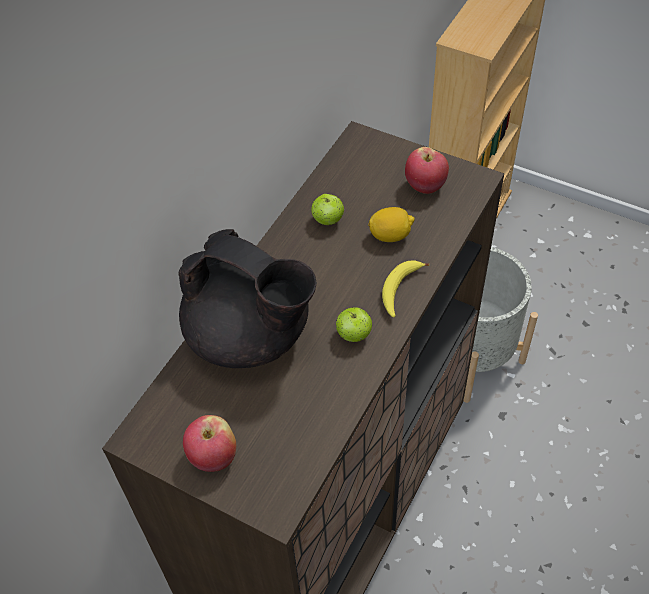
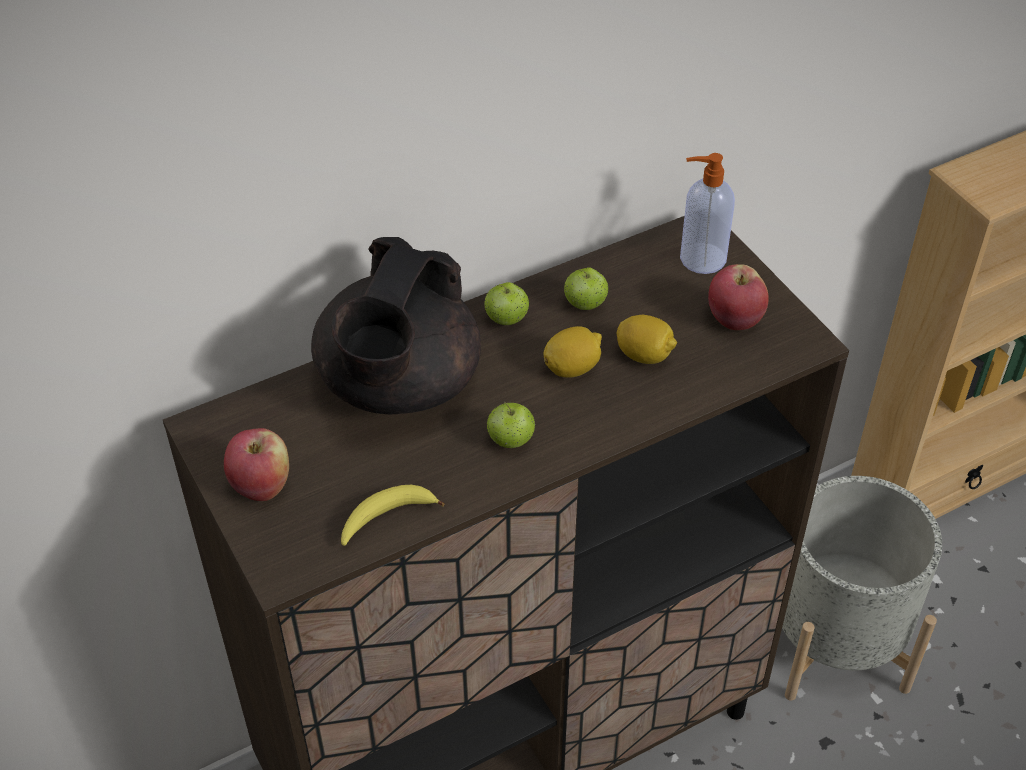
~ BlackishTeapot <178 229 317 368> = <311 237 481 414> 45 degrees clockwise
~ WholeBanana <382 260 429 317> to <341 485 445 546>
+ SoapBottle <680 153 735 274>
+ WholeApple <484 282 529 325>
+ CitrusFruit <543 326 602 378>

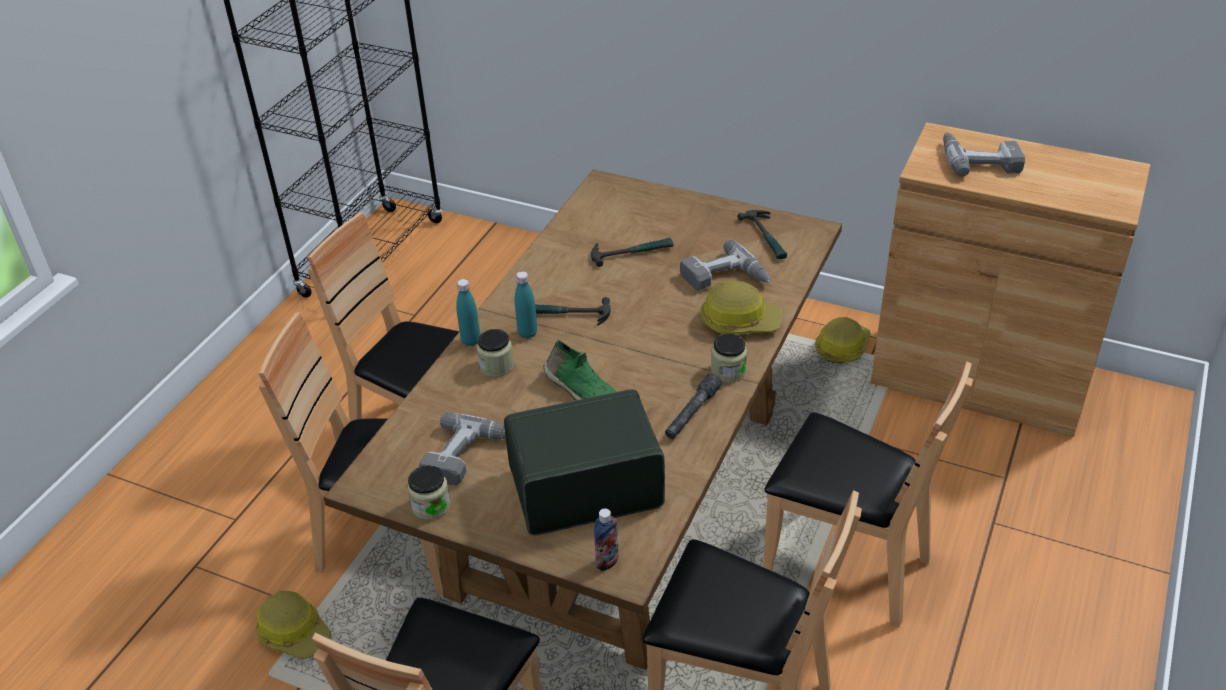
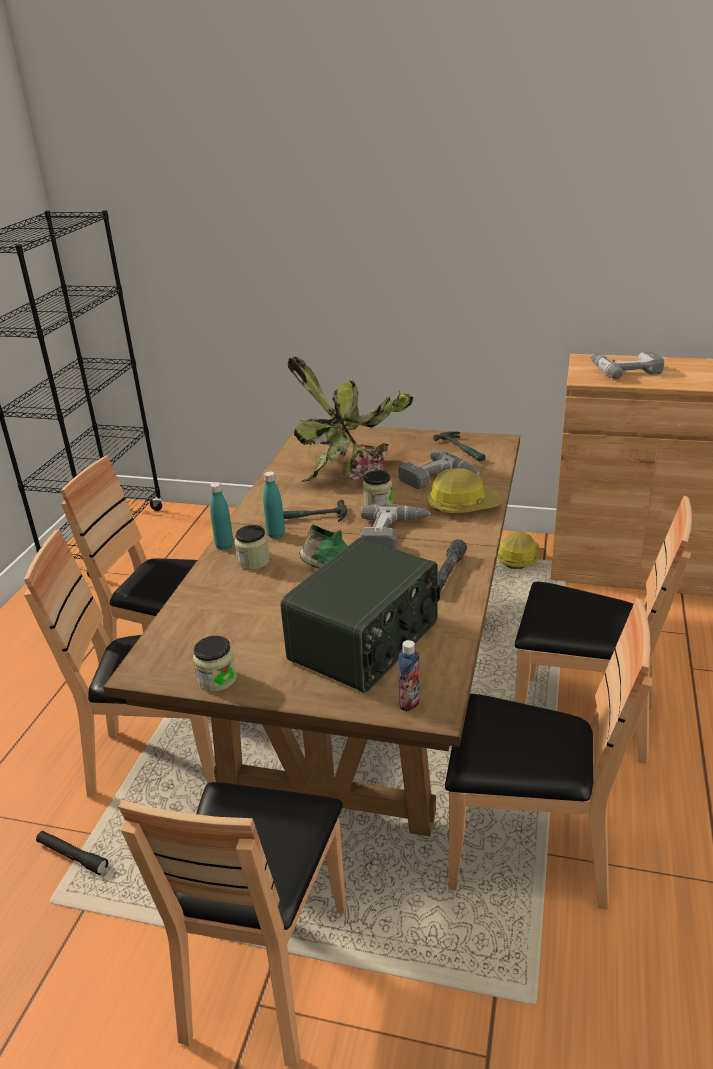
~ Hammer <591 238 674 267> to PottedPlant <288 357 413 482>
~ Jar <711 333 747 383> to <363 470 393 505>
~ RadioReceiver <504 389 665 536> = <281 538 440 693> 150 degrees clockwise
~ ElectricDrill <419 412 506 486> to <359 504 431 549>
~ WorkHelmet <255 591 331 659> to BlackishTorch <36 831 108 875>

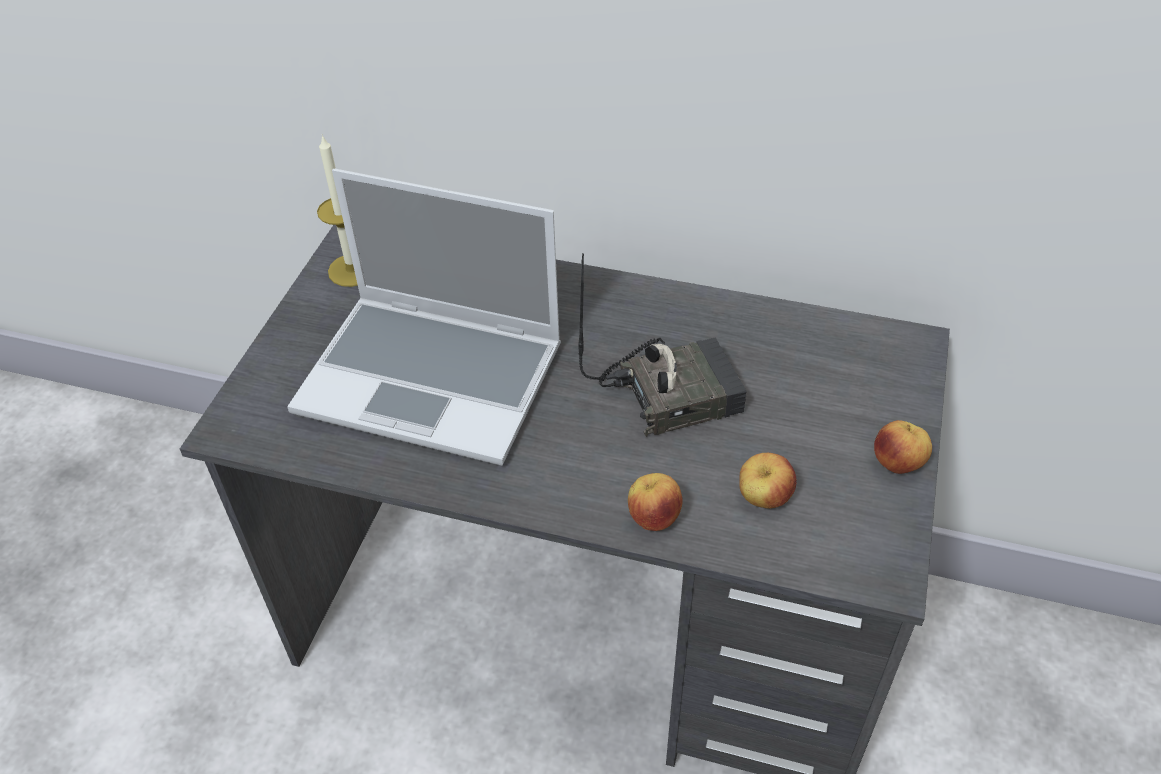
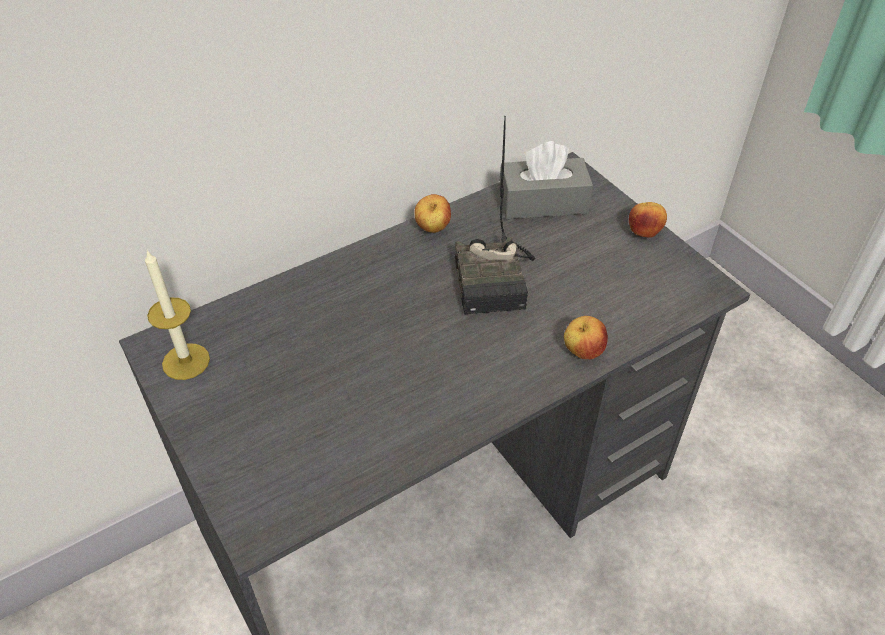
- PortableComputer <287 169 561 466>
~ RadioReceiver <578 253 747 437> = <455 116 535 315> 150 degrees clockwise
~ WholeApple <739 453 796 509> to <414 194 451 233>
+ GreyTissueHolder <499 141 593 219>

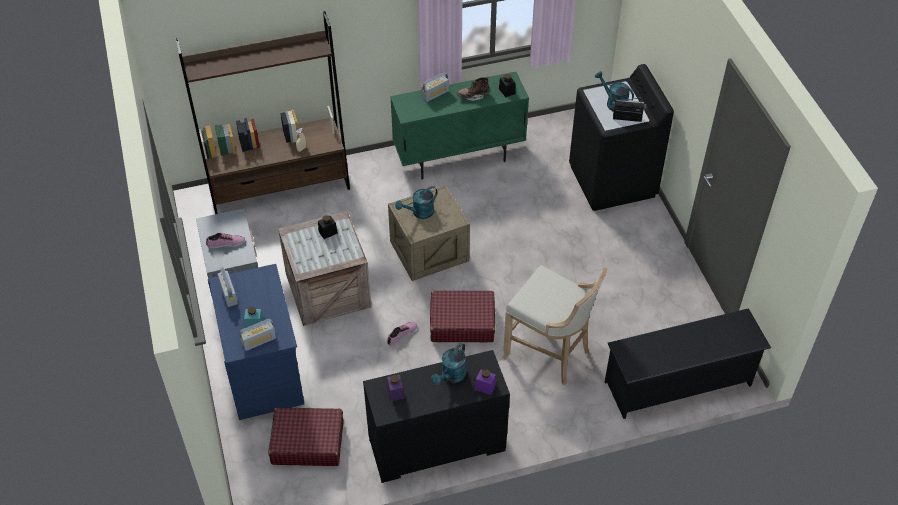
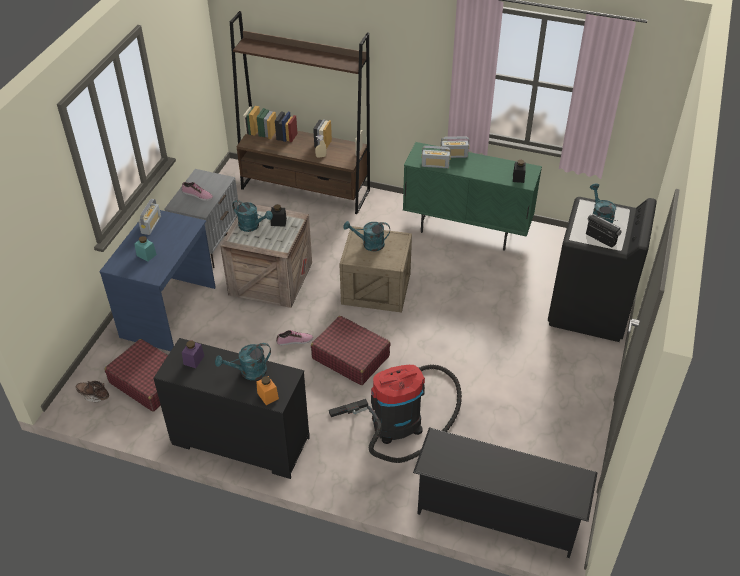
~ BrownishHighTopBoot <457 76 489 101> to <76 381 109 403>
~ BeigeColouredSittingStool <502 265 608 385> to VacuumCleaner <329 364 462 463>
~ RadioReceiver <239 319 276 351> to <421 146 451 168>
~ PurplishJar <475 369 496 395> to OrangeColouredJar <256 376 279 405>
+ TurquoiseSprinklingCan <232 200 273 232>

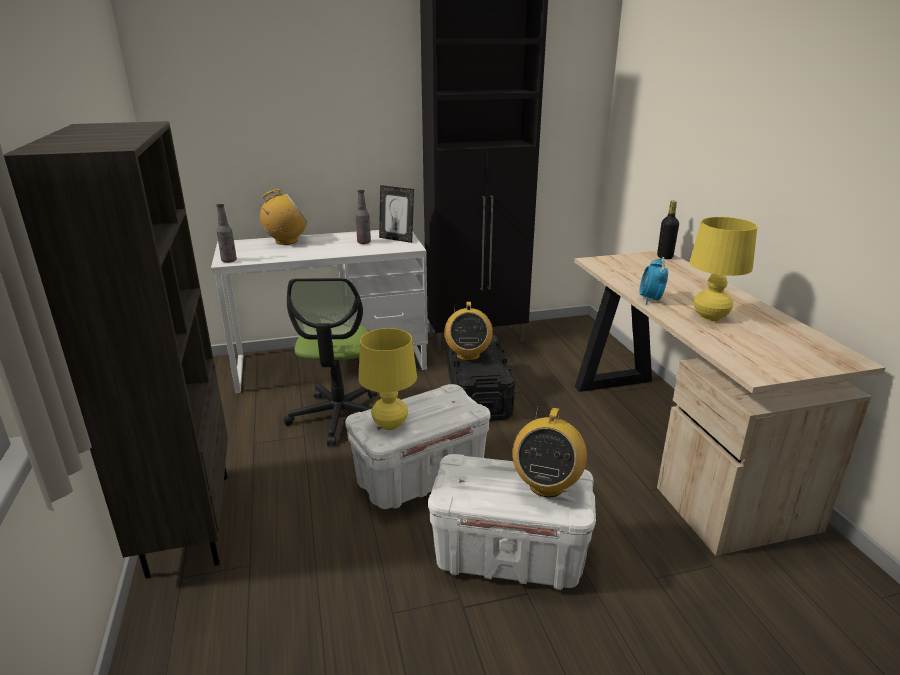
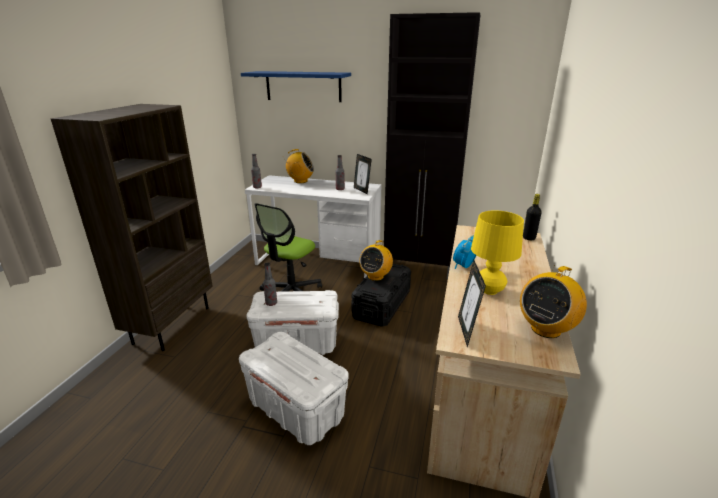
~ YellowTableLamp <359 328 417 430> to DrinkBottle <263 263 277 306>
~ RadioReceiver <512 406 587 497> to <520 265 587 338>
+ BlueBracketShelf <241 71 351 102>
+ PictureFrame <458 260 486 347>

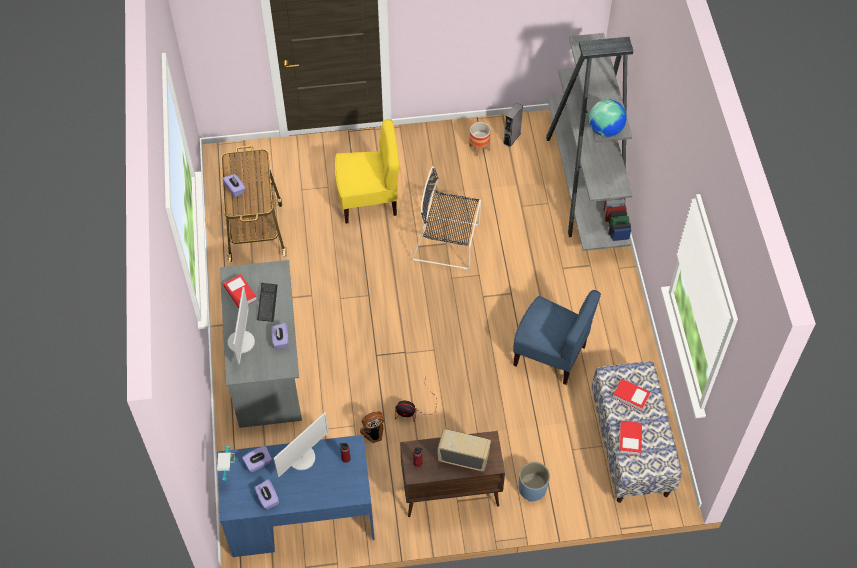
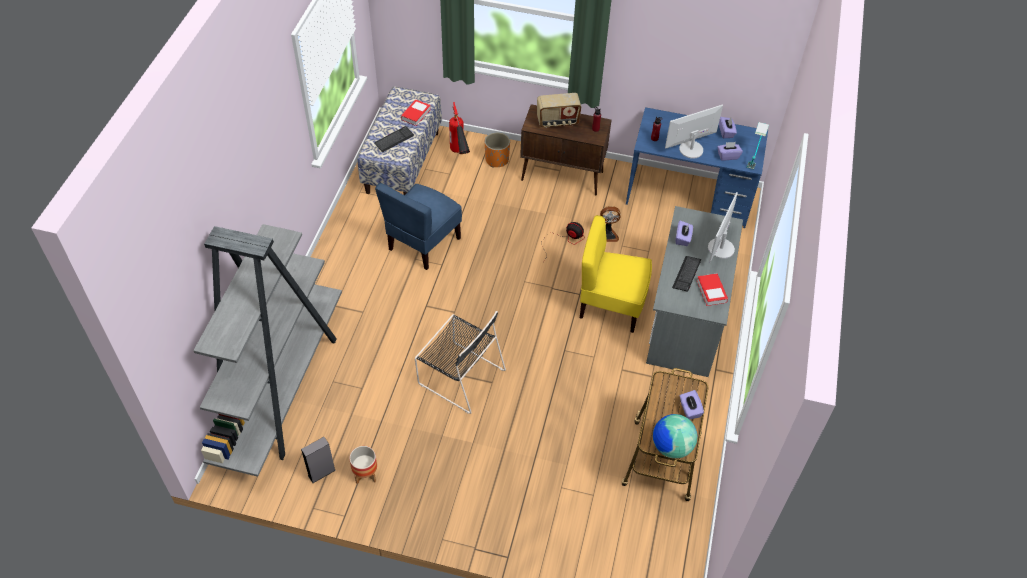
~ Globe <589 99 627 137> to <653 414 697 459>
~ YellowUprightChair <335 119 399 224> to <580 215 652 333>
~ BlueUprightChair <513 290 601 385> = <375 183 462 270> 105 degrees counterclockwise
~ Book <613 379 651 411> to ComputerKeyboard <374 126 414 152>
~ RadioReceiver <437 429 491 471> = <537 93 581 128> 45 degrees counterclockwise
~ BluePlantPot <519 462 550 501> to OrangeColouredPlantPot <485 132 510 168>
+ FireExtinguisher <449 102 470 154>

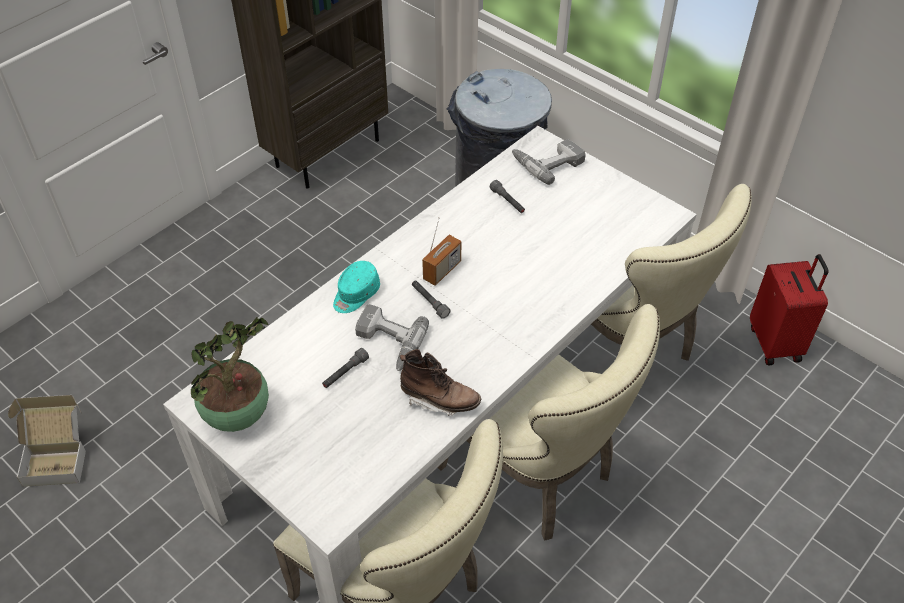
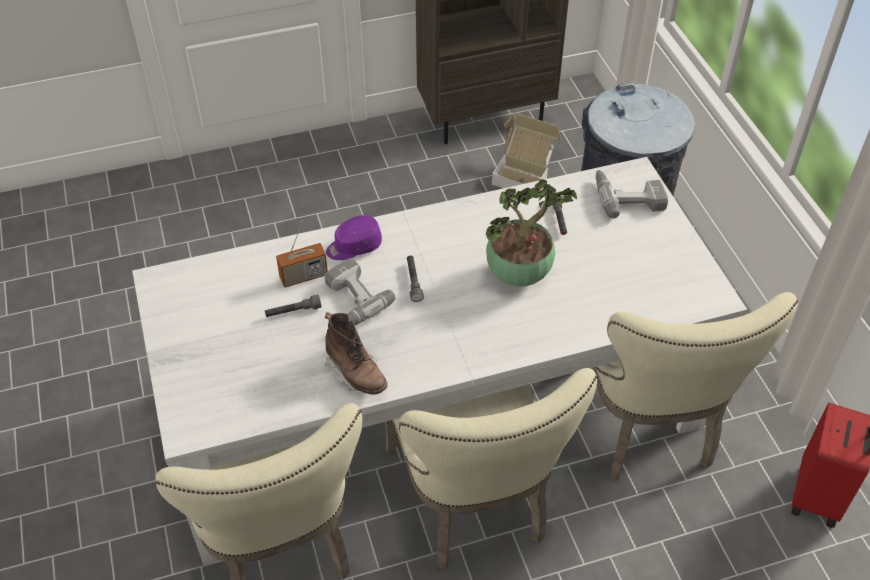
~ RadioReceiver <422 217 461 286> to <276 220 328 288>
~ TurquoiseCap <333 261 380 313> to PurplishCap <326 215 382 260>
~ PottedPlant <191 317 269 432> to <486 179 577 287>
~ CardboardBox <8 395 86 487> to <492 113 560 188>

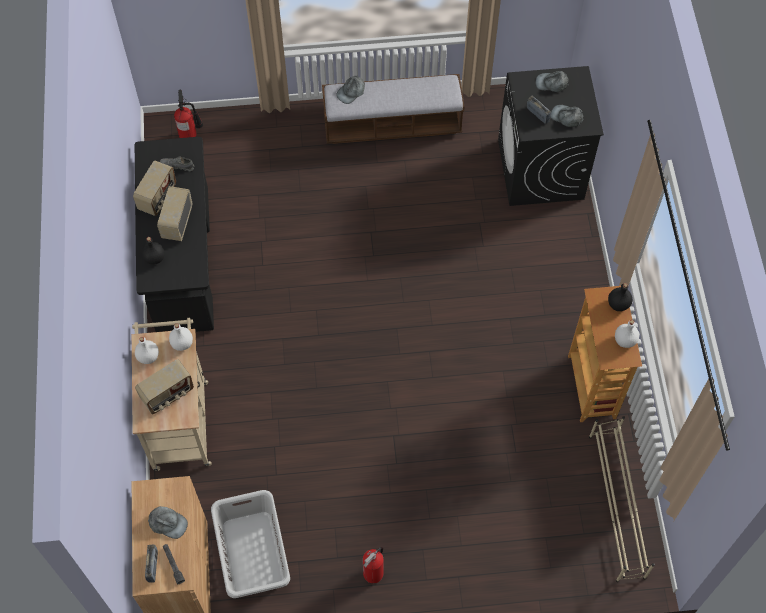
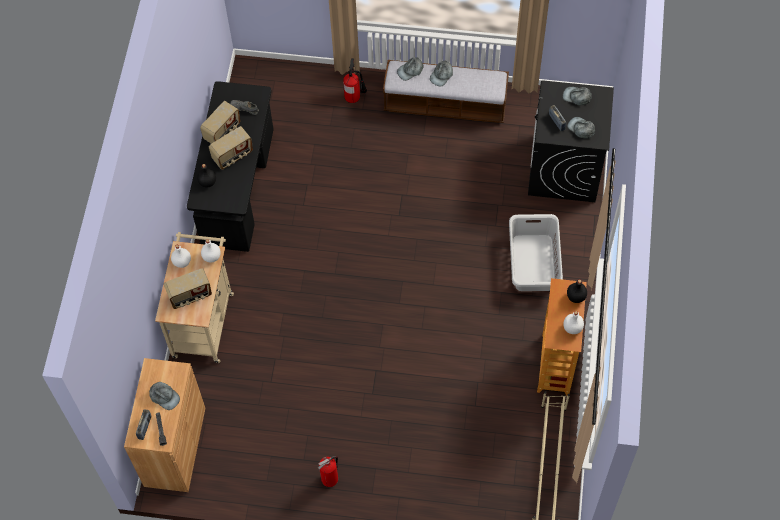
~ FireExtinguisher <174 90 203 138> to <343 58 367 103>
~ RadioReceiver <157 186 192 241> = <209 126 253 170> 150 degrees counterclockwise
~ GreyLaundryBasket <211 490 290 598> to <509 214 563 291>
+ GreyCap <430 60 453 86>

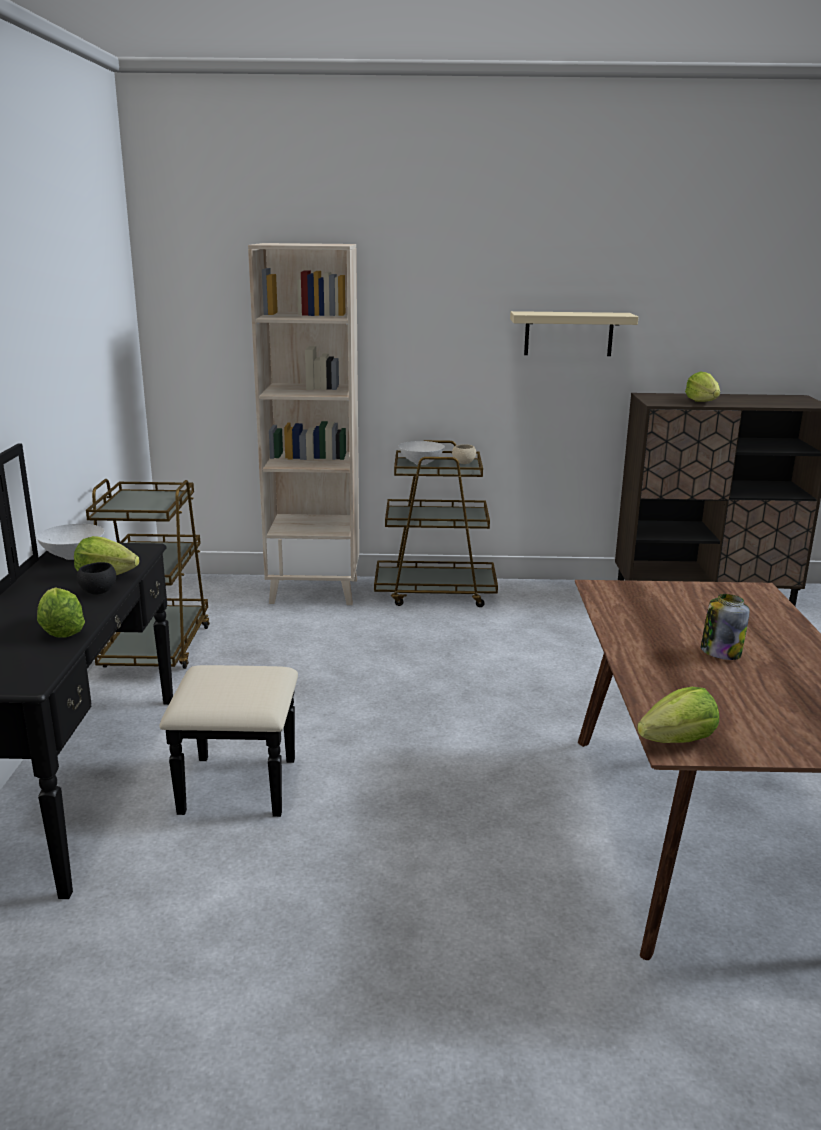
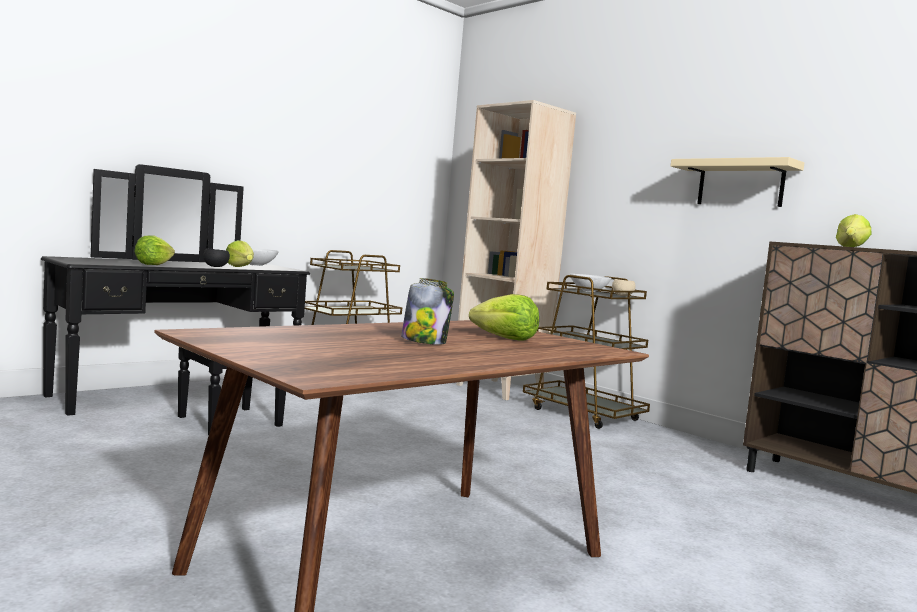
~ HeadOfLettuce <637 687 719 743> to <469 294 539 341>

